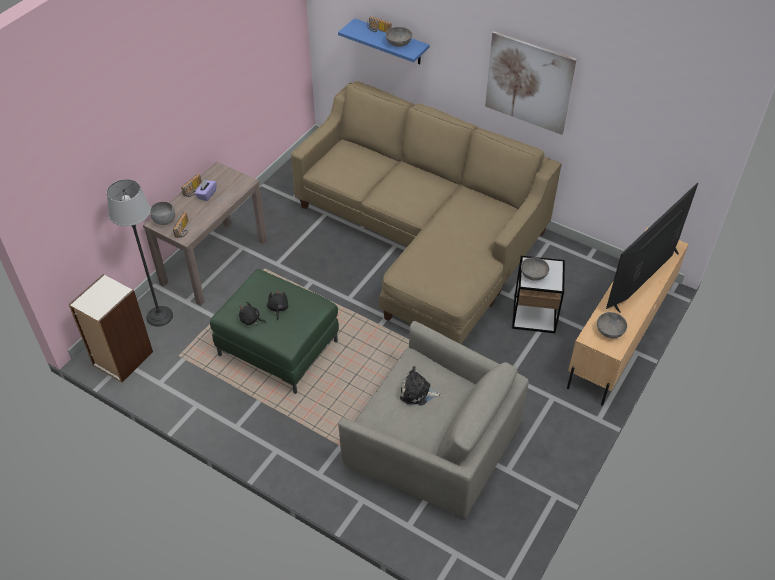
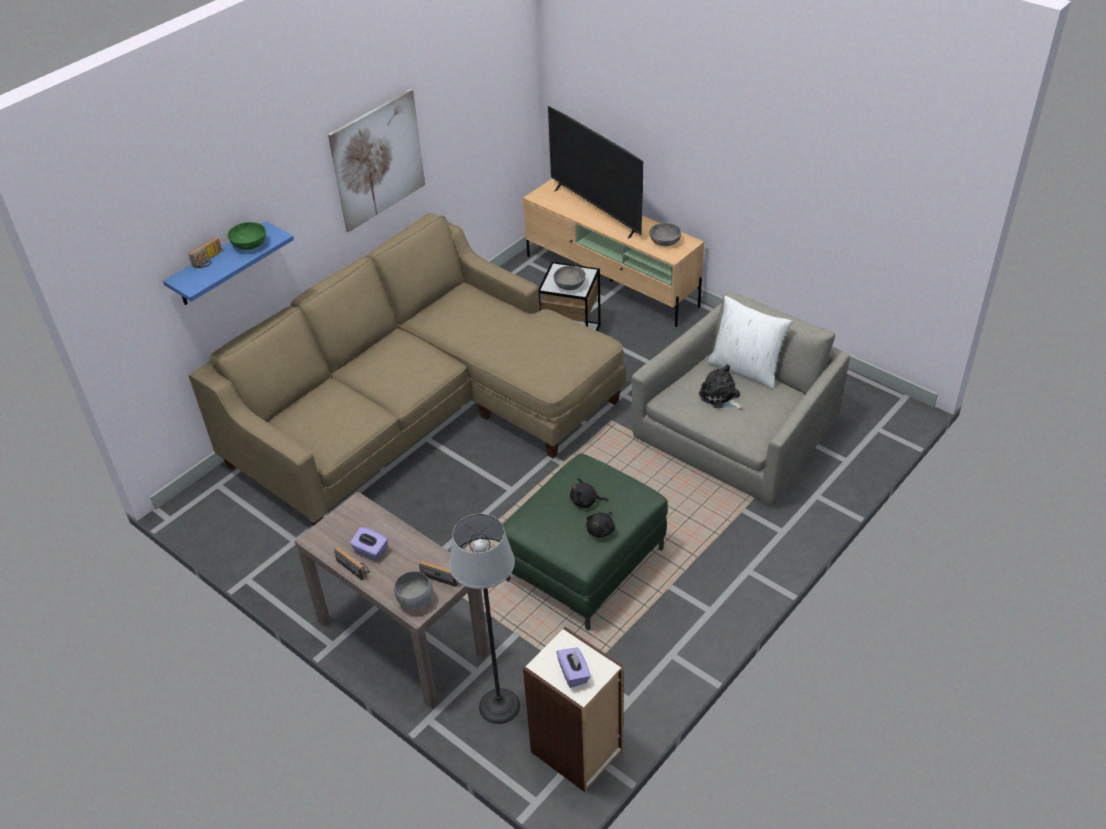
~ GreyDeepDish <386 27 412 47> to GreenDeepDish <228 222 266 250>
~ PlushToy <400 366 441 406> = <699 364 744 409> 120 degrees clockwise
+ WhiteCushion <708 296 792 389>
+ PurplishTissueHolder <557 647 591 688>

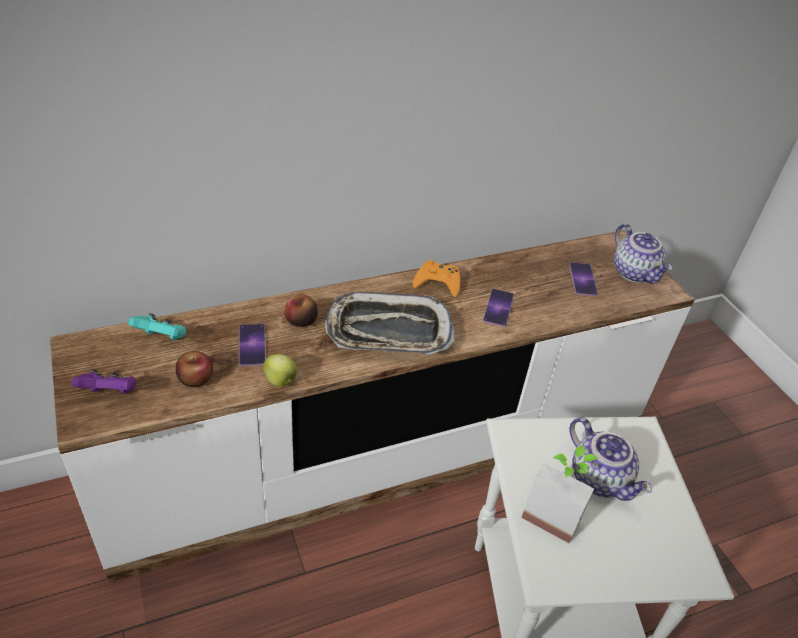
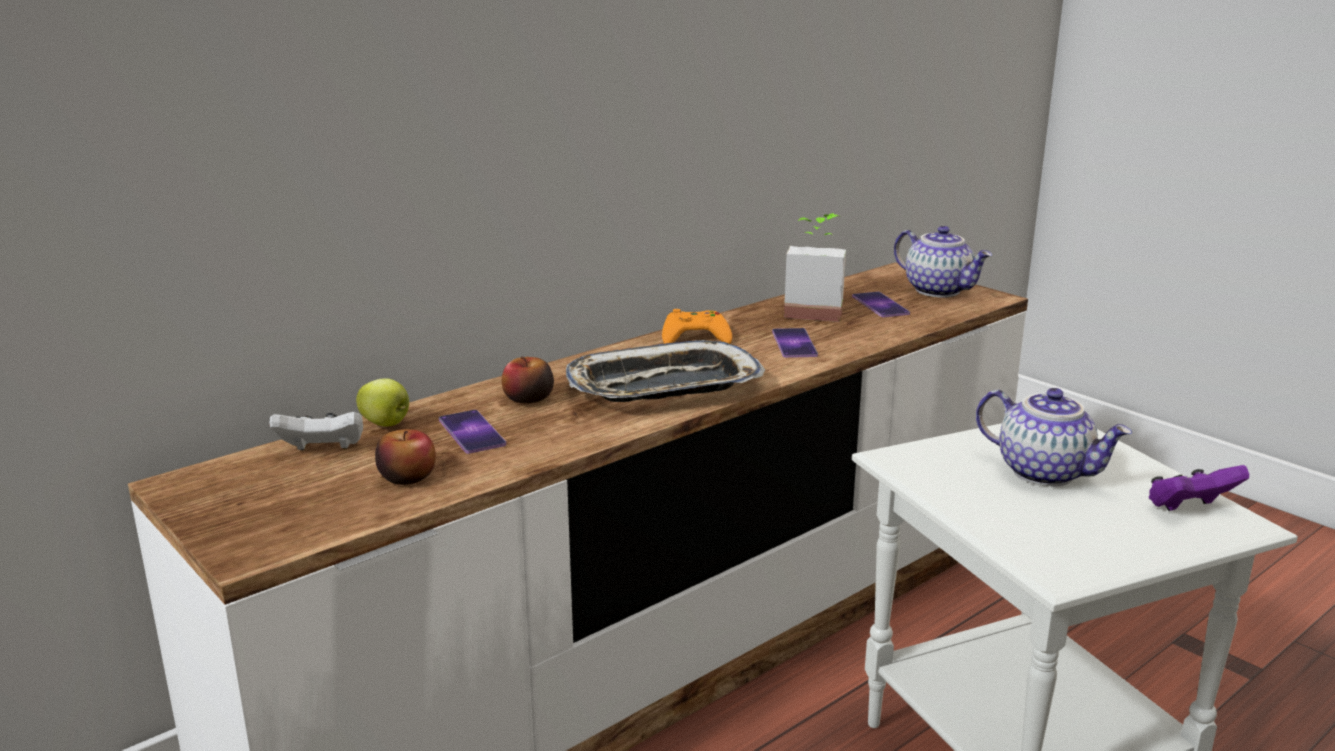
~ TurquoiseJoypad <128 313 186 341> to WhiteJoypad <270 412 363 450>
~ WholeApple <263 354 297 387> to <356 378 409 426>
~ PurplishJoypad <72 369 136 394> to <1149 465 1249 511>
~ PottedPlant <521 446 598 543> to <784 213 846 322>

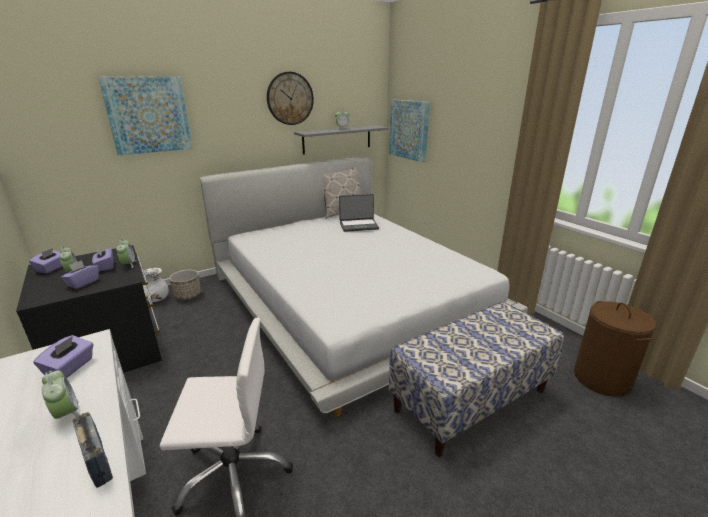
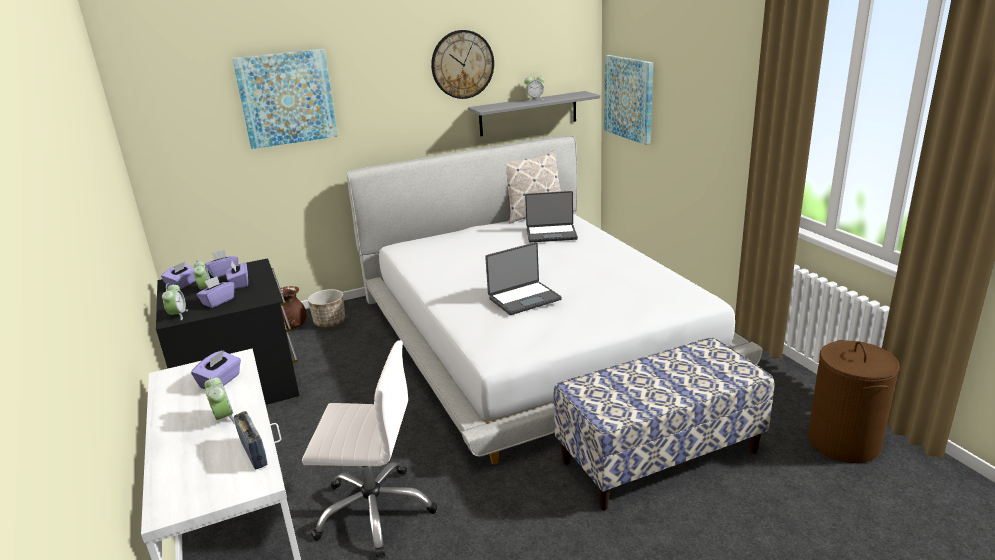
~ AlarmClock <116 239 137 268> to <162 283 188 320>
~ WhiteFlowerVase <143 268 169 302> to BrownishFlowerVase <280 286 307 329>
+ PortableComputer <485 242 562 315>
+ PurplishTissueHolder <205 250 238 277>

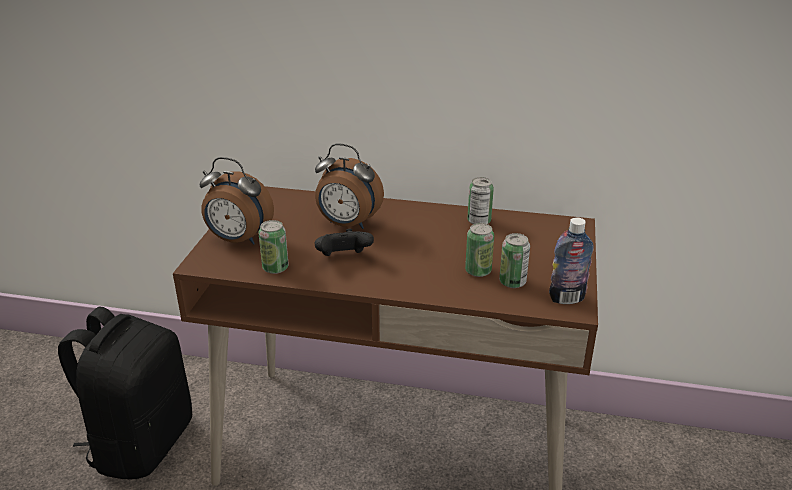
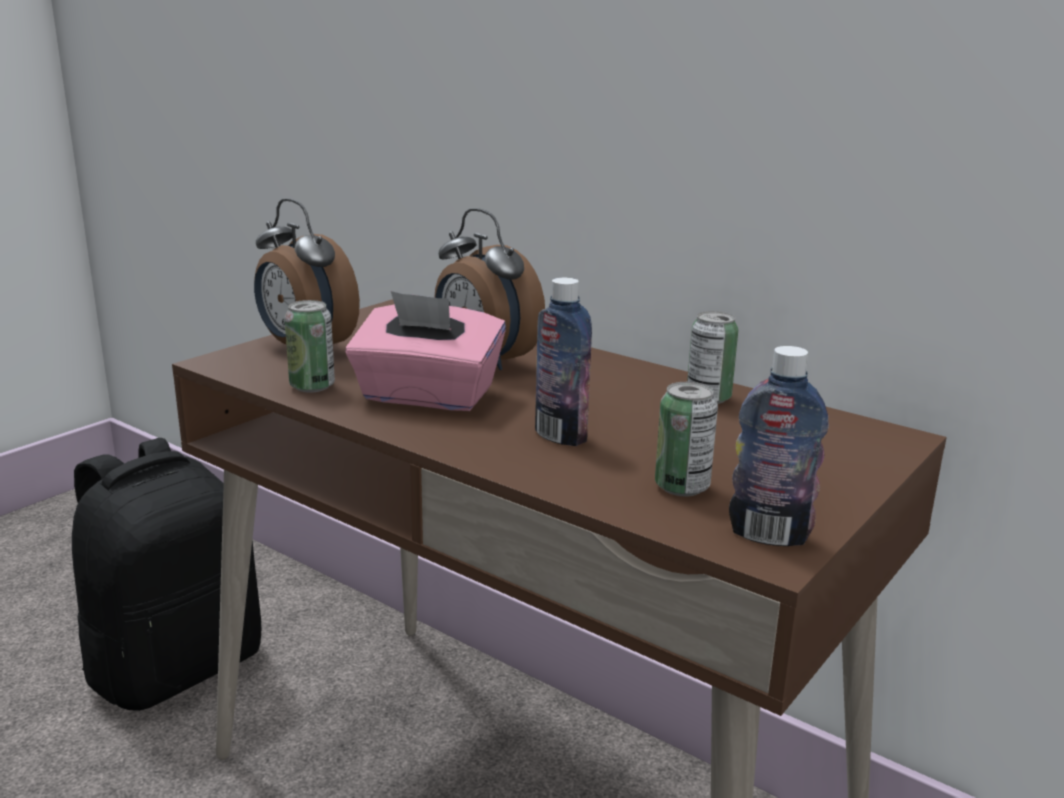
- Can <465 223 494 277>
~ BlackishJoypad <315 229 374 256> to PinkColouredTissueHolder <346 291 506 411>
+ DrinkBottle <535 278 592 446>

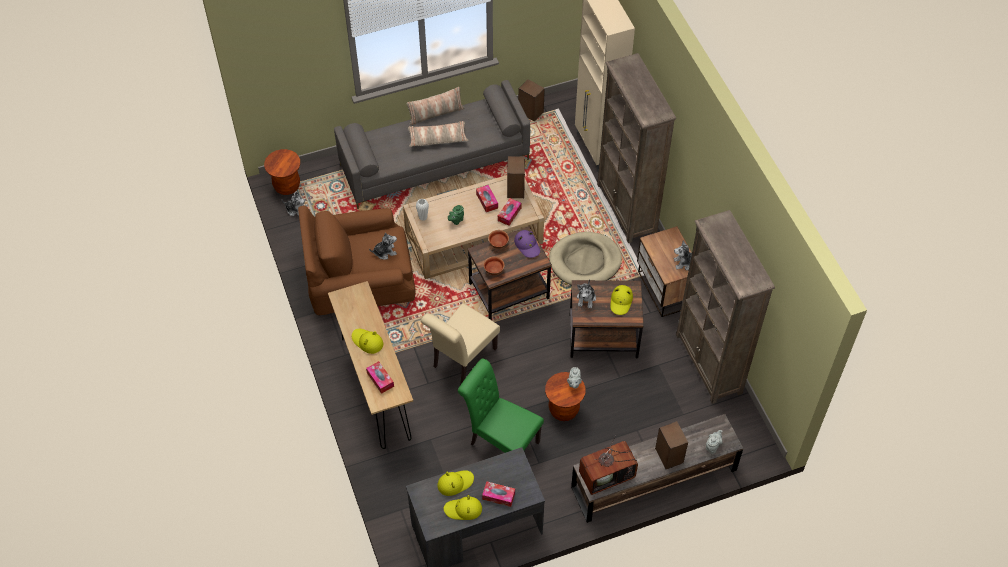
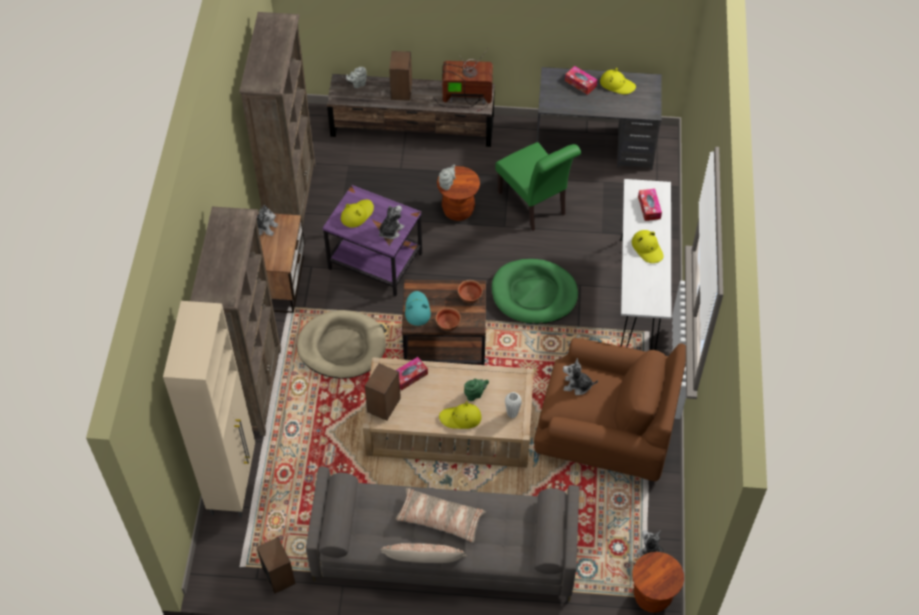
- TissueHolder <476 185 498 212>
~ PurplishHat <514 230 540 258> to TurquoiseHat <405 291 431 326>
~ BrownishAccentTable <570 280 644 358> to PurplishAccentTable <323 185 422 296>
~ BrownishNarrowTable <328 281 413 449> to WhiteNarrowTable <620 179 671 350>
~ BeigeColouredUprightChair <421 303 500 384> to GreenPetBed <492 259 578 324>
~ YellowHat <437 470 474 496> to <439 401 482 429>

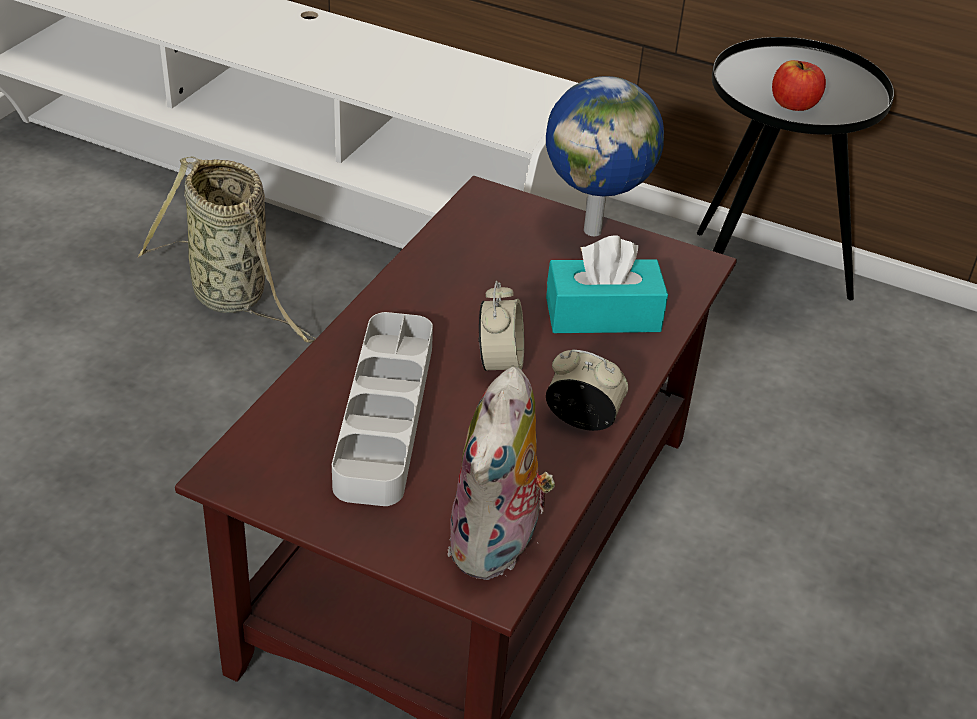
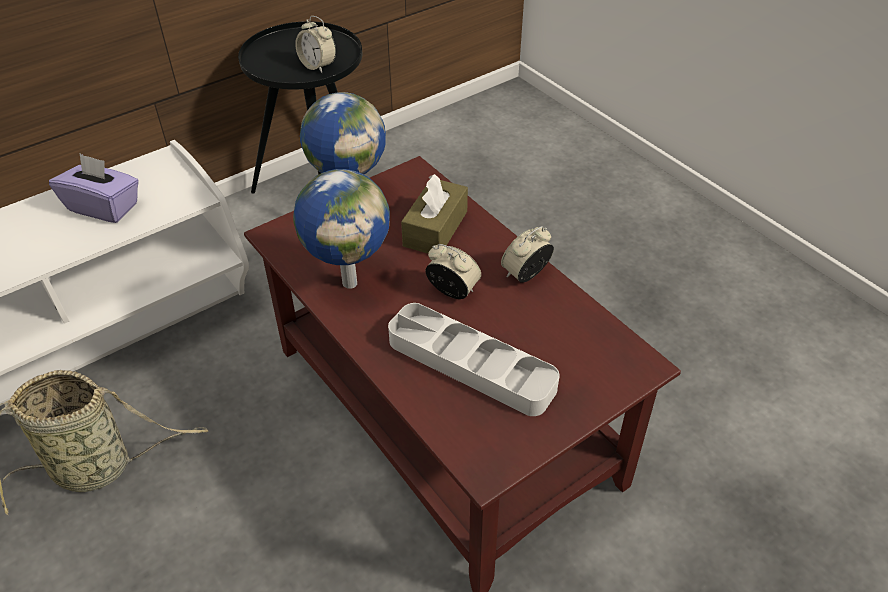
~ WholeApple <772 60 826 111> to AlarmClock <295 16 336 73>
~ TurquoiseTissueHolder <546 235 668 333> to BrownishTissueHolder <401 174 468 253>
- PlushToy <447 367 555 580>
+ PurplishTissueHolder <49 154 139 223>
+ Globe <293 169 390 289>

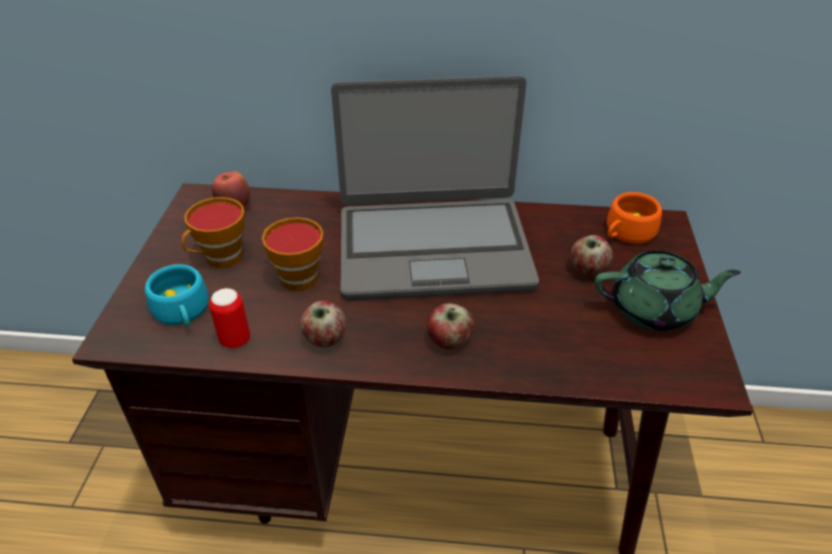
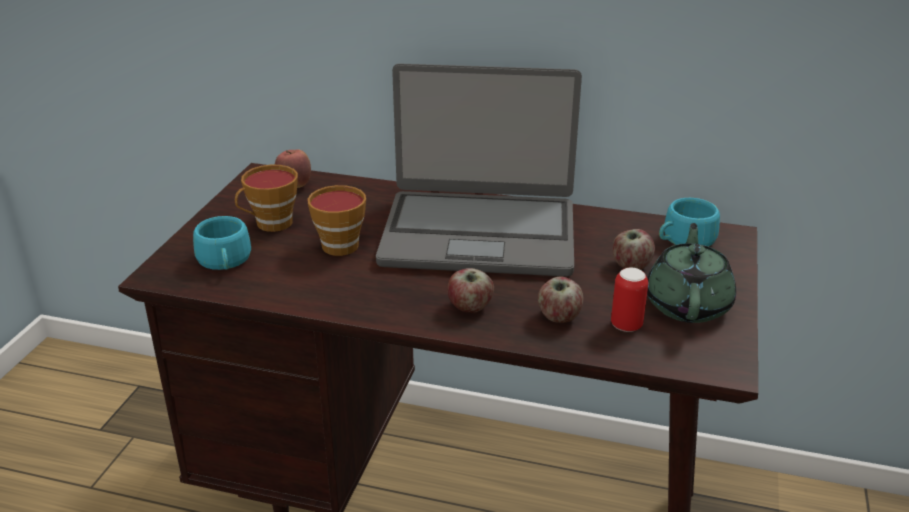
~ OrangeColouredSmallCup <607 192 662 244> to TurquoiseSmallCup <659 198 720 247>
~ GreenTeapot <595 250 741 331> = <647 223 736 323> 90 degrees counterclockwise
~ Can <209 288 250 349> to <611 267 648 332>
~ WholeApple <300 300 346 347> to <538 277 583 323>

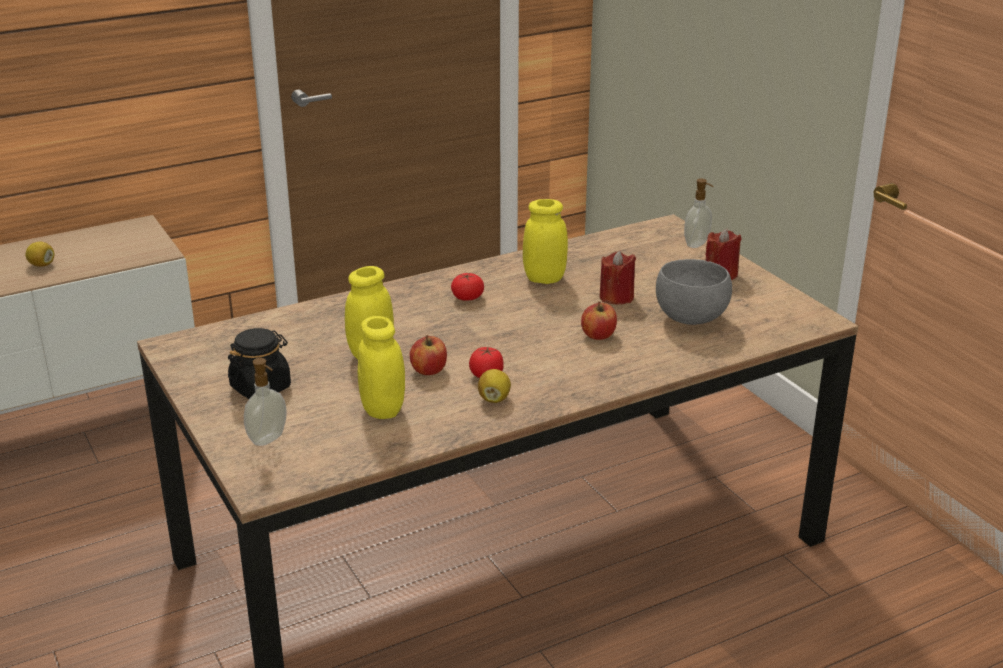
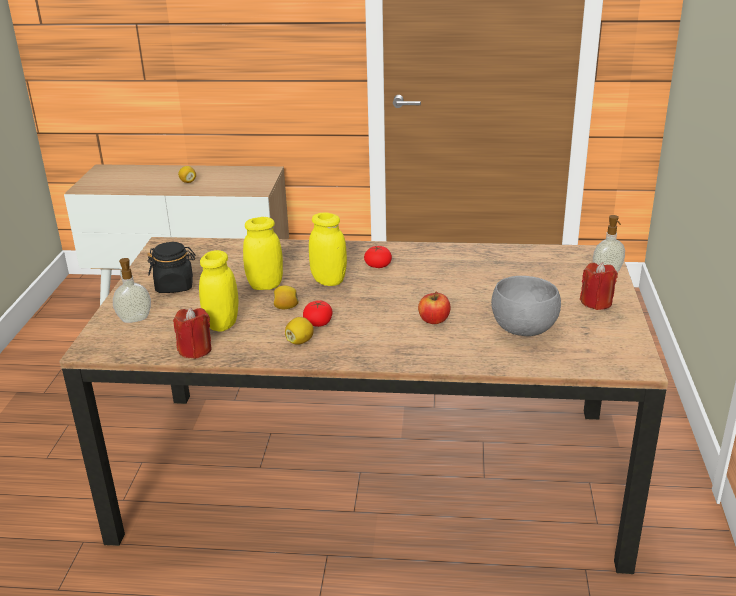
~ YellowJar <523 199 568 284> to <309 213 347 286>
~ RedWaxCandle <599 251 636 305> to <173 308 211 359>
~ WholeApple <410 335 447 375> to CitrusFruit <274 286 299 309>

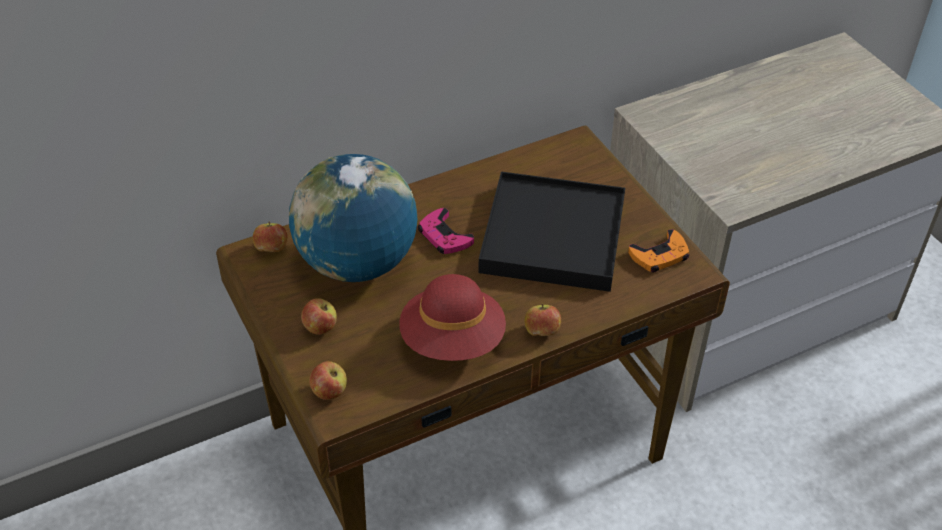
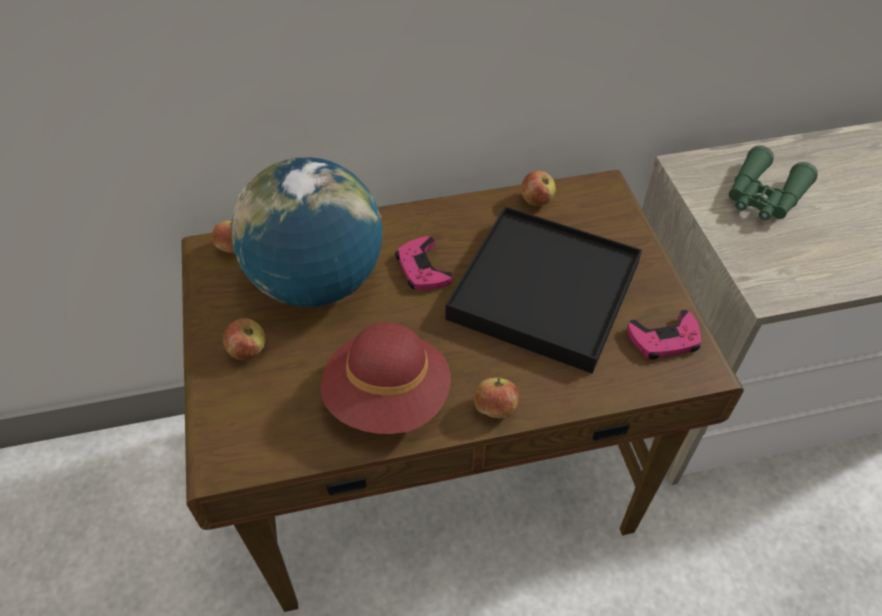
~ OrangeColouredJoypad <628 229 689 272> to PinkColouredJoypad <627 310 701 360>
~ WholeApple <309 361 347 400> to <521 170 556 206>
+ GreenBinoculars <729 145 818 220>

